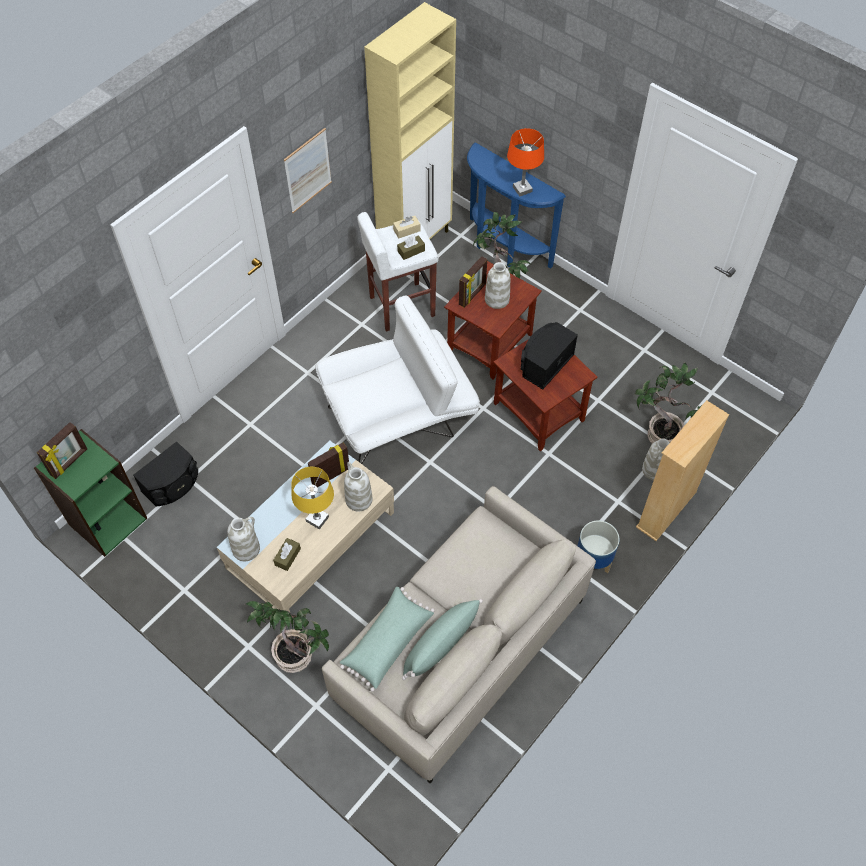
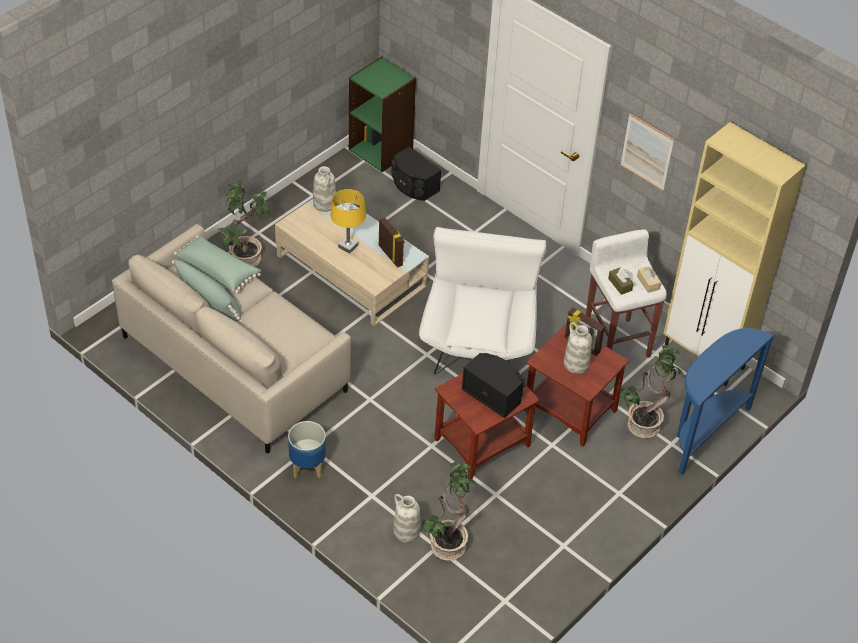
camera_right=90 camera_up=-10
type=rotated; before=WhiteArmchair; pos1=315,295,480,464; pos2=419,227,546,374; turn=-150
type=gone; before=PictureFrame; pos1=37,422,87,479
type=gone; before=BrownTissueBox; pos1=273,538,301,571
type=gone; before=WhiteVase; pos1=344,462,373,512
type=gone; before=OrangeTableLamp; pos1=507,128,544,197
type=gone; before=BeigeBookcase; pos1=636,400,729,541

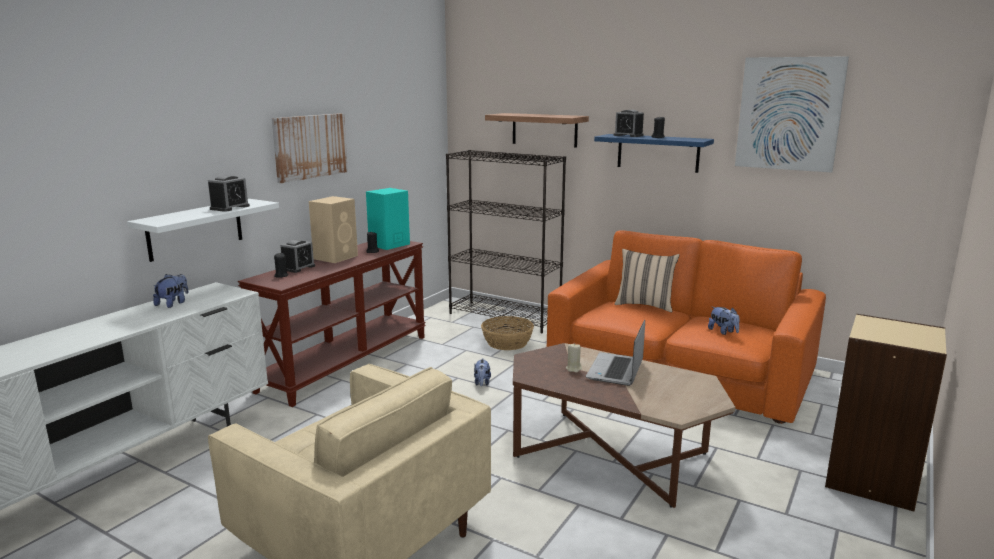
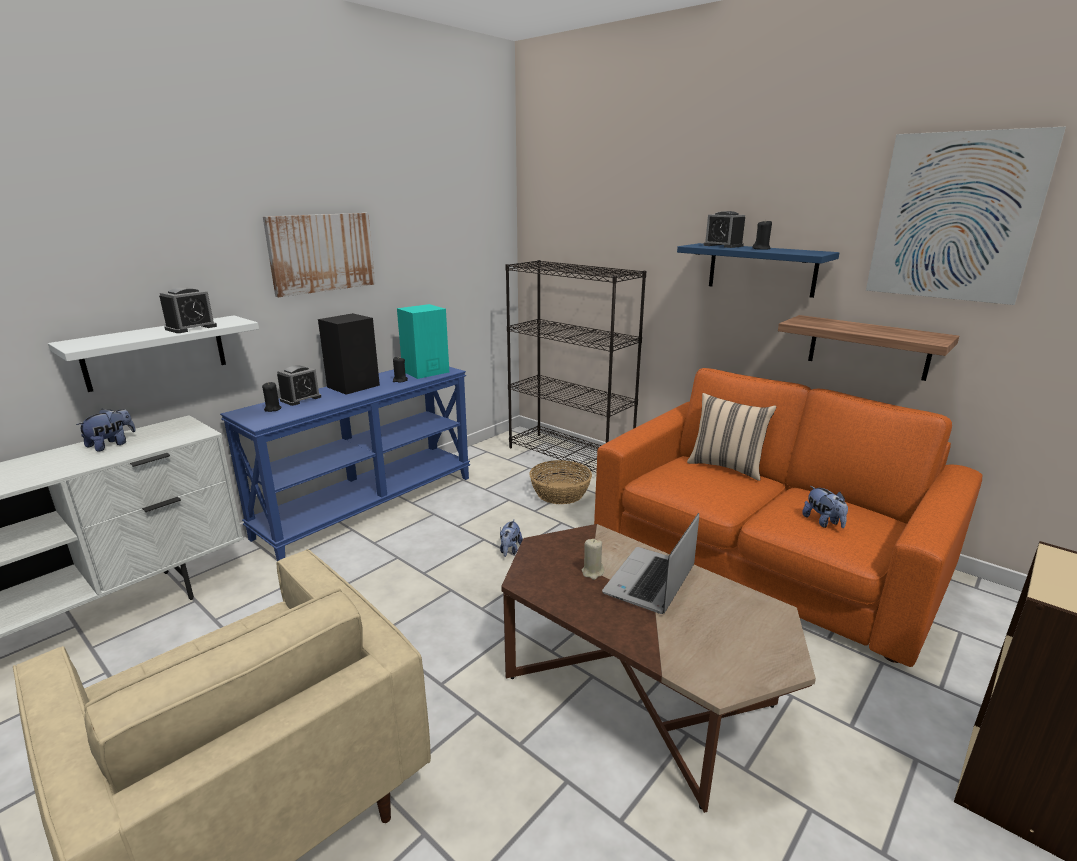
camera_right=10 camera_up=5
type=repainted; before=BrownConsoleTable; after=BlueConsoleTable; pos1=238,241,426,407; pos2=220,367,470,561
type=repainted; before=BeigeSpeaker; after=BlackSpeaker; pos1=309,196,358,263; pos2=318,313,380,395
type=shifted; before=Shelf; pos1=485,113,589,148; pos2=778,315,959,381

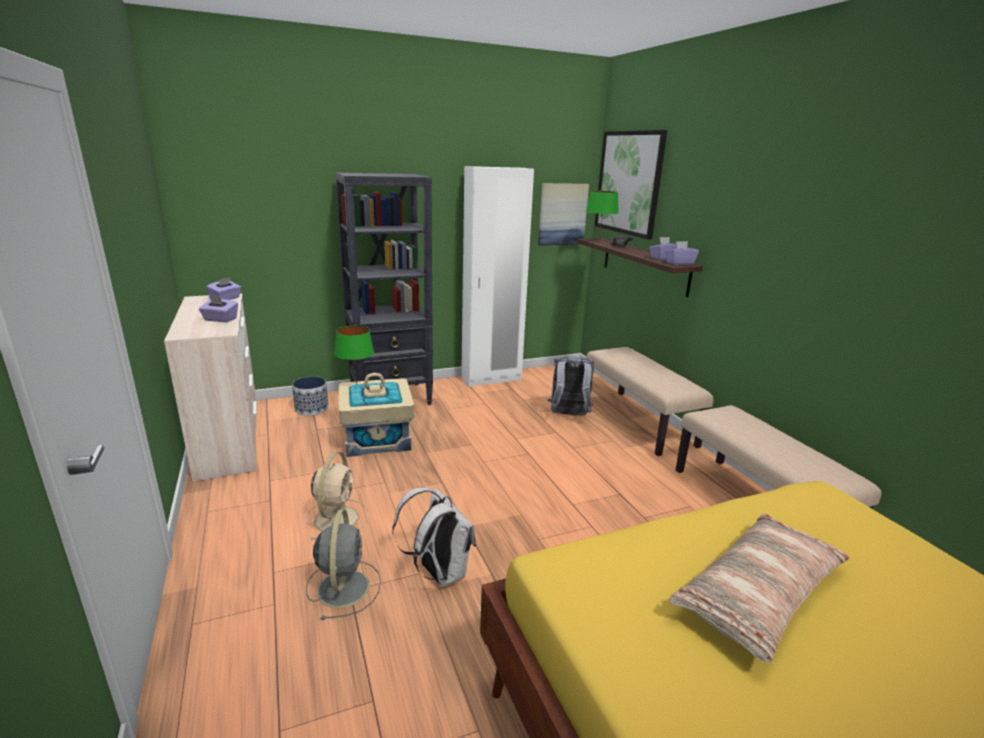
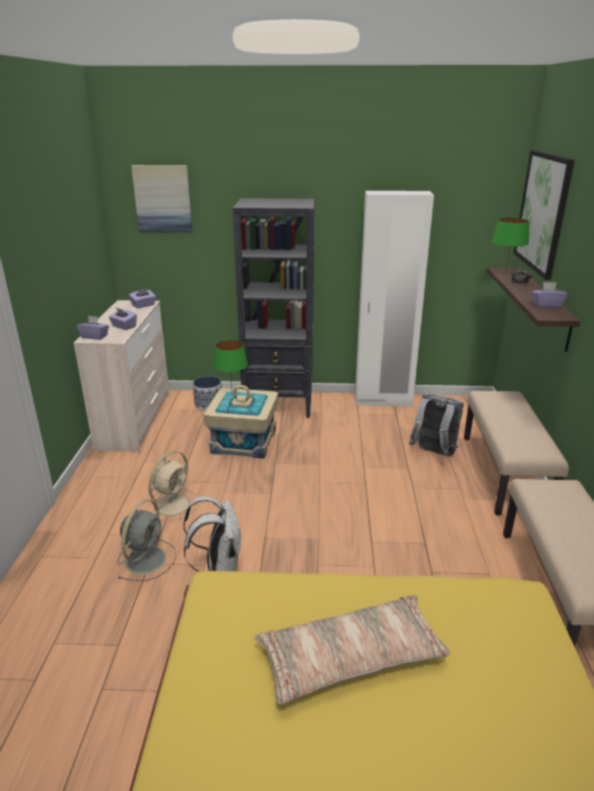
camera_right=25 camera_up=5
type=shifted; before=PurpleTissueBox; pos1=665,241,699,265; pos2=77,316,109,340
type=shifted; before=Picture; pos1=538,183,589,245; pos2=131,165,193,233

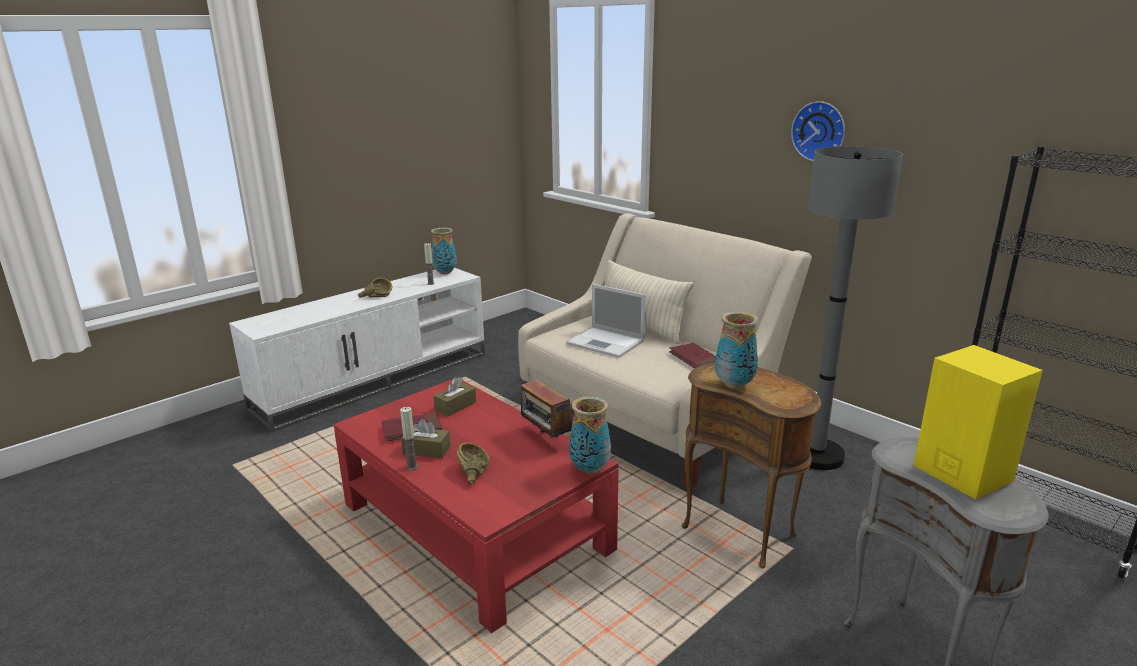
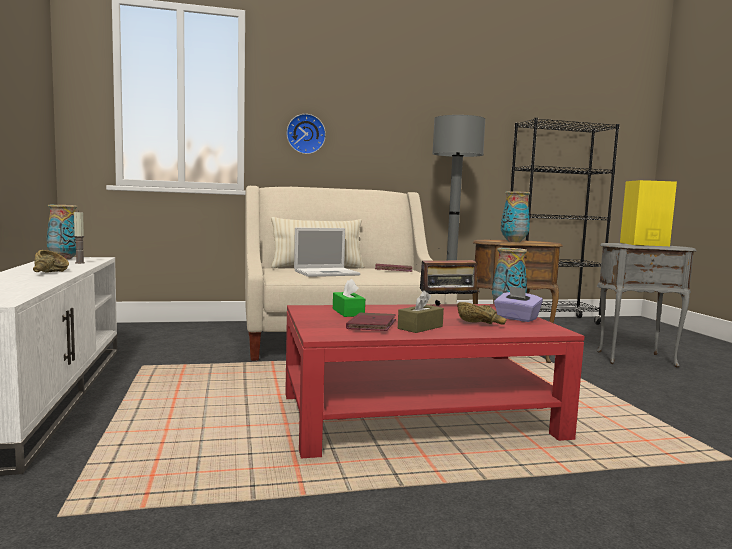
camera_right=-60 camera_up=-15
type=shifted; before=WallClock; pos1=791,101,845,161; pos2=286,114,326,154
type=repainted; before=BrownTissueBox; after=GreenTissueBox; pos1=433,377,476,416; pos2=333,279,365,317
type=new; after=PurpleTissueBox; pos2=494,286,543,322
type=gone; before=Candle; pos1=400,407,418,470

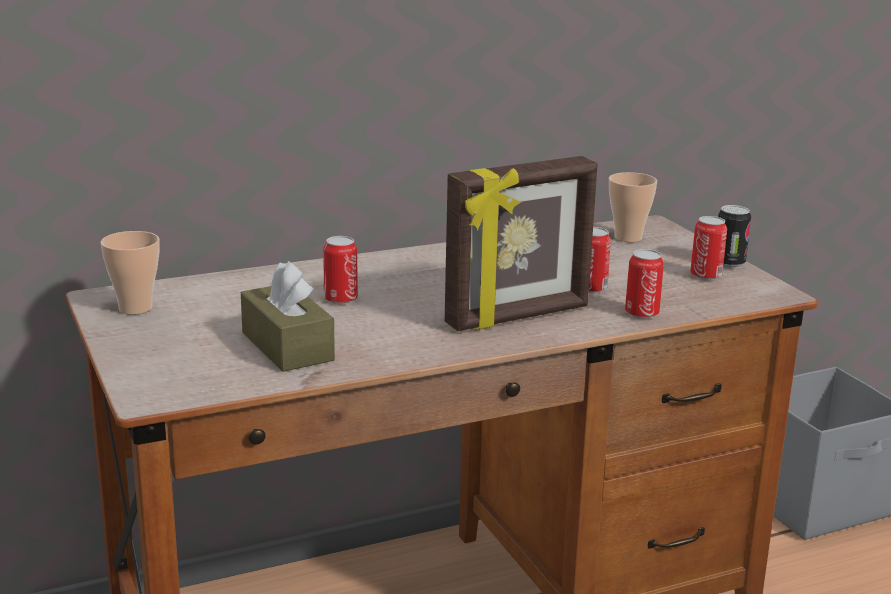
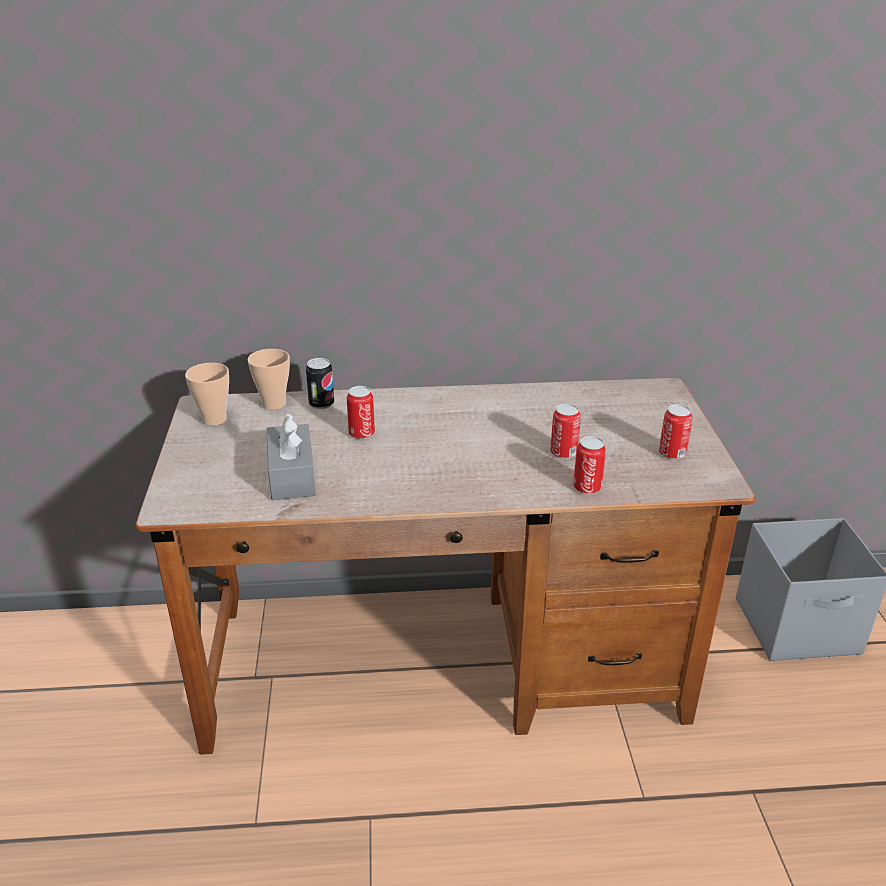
camera_right=20 camera_up=10
type=shifted; before=Cup; pos1=609,172,657,242; pos2=248,349,290,410
type=repainted; before=BrownTissueBox; after=GreyTissueBox; pos1=241,261,335,372; pos2=266,414,316,500
type=shifted; before=Can; pos1=718,205,751,268; pos2=306,358,334,409
type=gone; before=PictureFrame; pos1=445,156,598,331

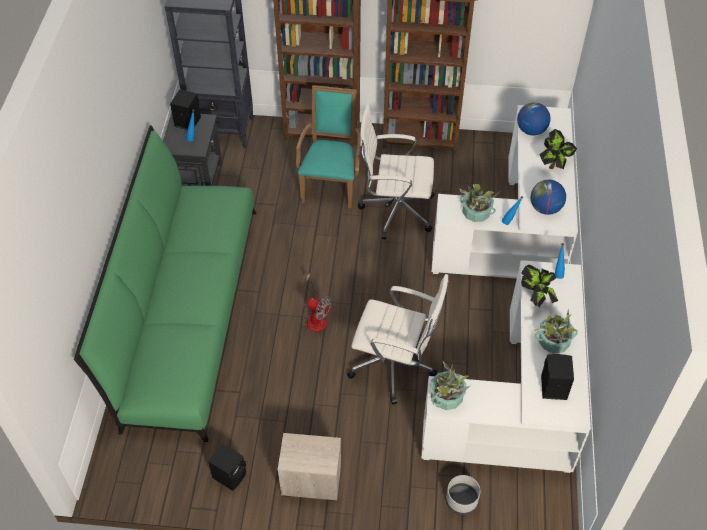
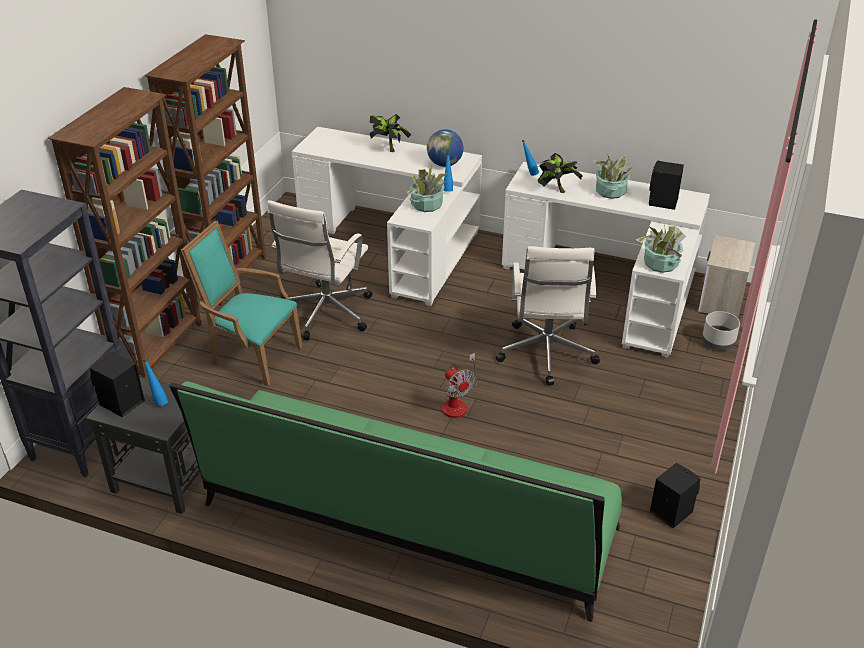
camera_right=-75 camera_up=-15
type=rotated; before=Fan; pos1=303,273,331,332; pos2=442,353,477,418; turn=105
type=rotated; before=WhiteOfficeChair; pos1=347,274,448,405; pos2=496,246,600,386; turn=150
type=shifted; before=Nightstand; pos1=278,433,341,501; pos2=698,235,755,318
type=gone; before=Globe; pos1=517,102,551,135

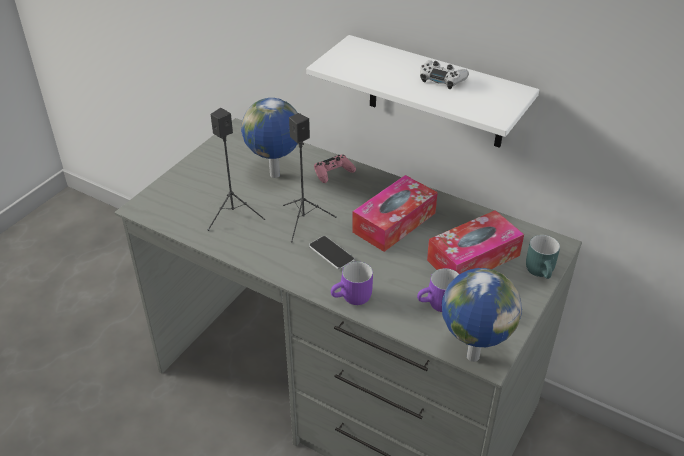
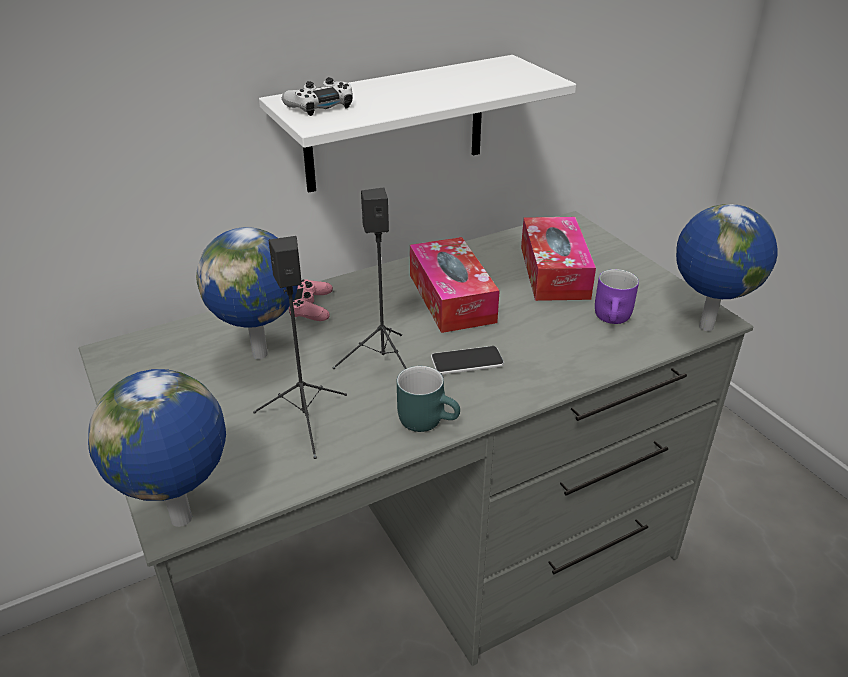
camera_right=-60 camera_up=-5
type=new; after=Globe; pos2=88,369,226,527
type=shifted; before=WhiteGameController; pos1=420,60,469,89; pos2=282,77,353,116
type=shifted; before=TurquoiseMug; pos1=526,235,560,279; pos2=397,366,460,432
type=gone; before=PurpleMug; pos1=331,261,373,305

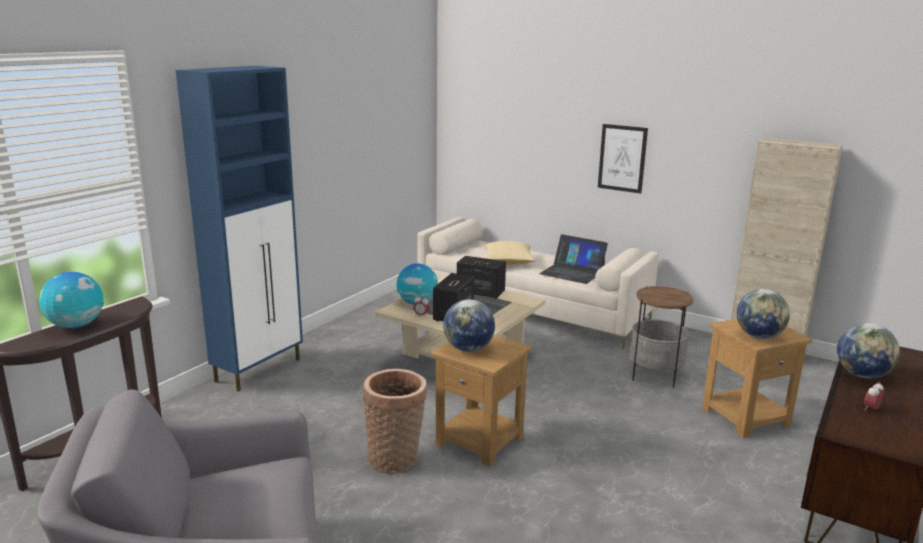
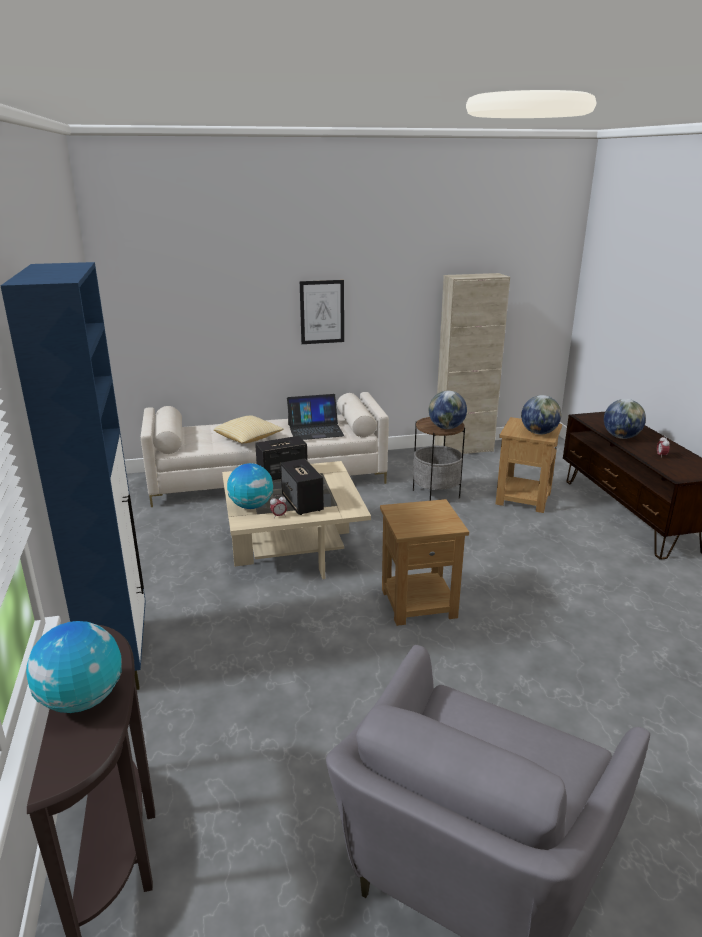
camera_right=-45 camera_up=5
type=shifted; before=Globe; pos1=443,299,495,352; pos2=429,391,467,429
type=gone; before=Basket; pos1=363,369,428,473

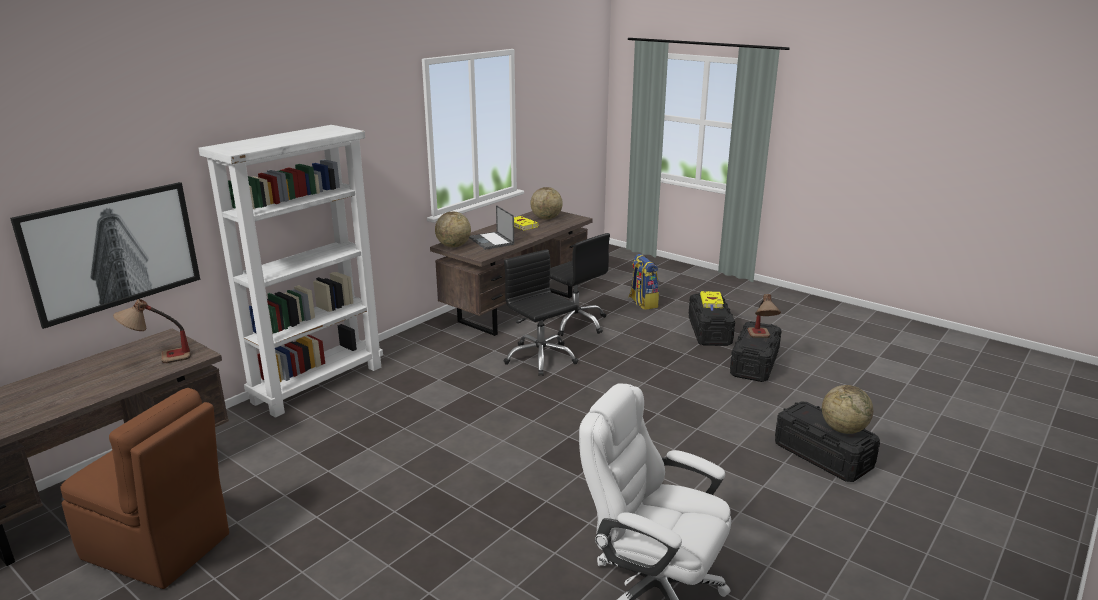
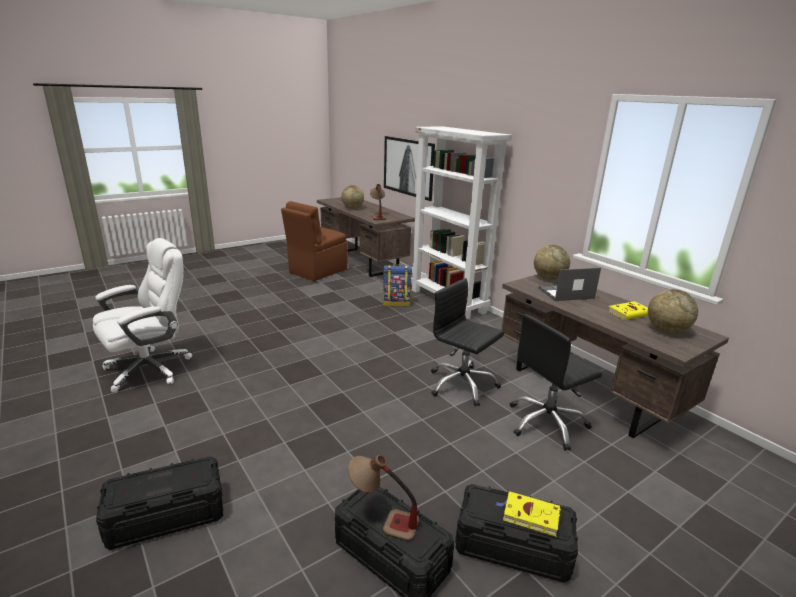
camera_right=105 camera_up=0
type=shifted; before=Globe; pos1=822,385,873,434; pos2=341,185,364,209
type=shifted; before=Backpack; pos1=629,254,659,310; pos2=383,264,412,307
type=rotated; before=BlackOfficeChair; pos1=504,249,579,376; pos2=431,278,504,406; turn=-120

